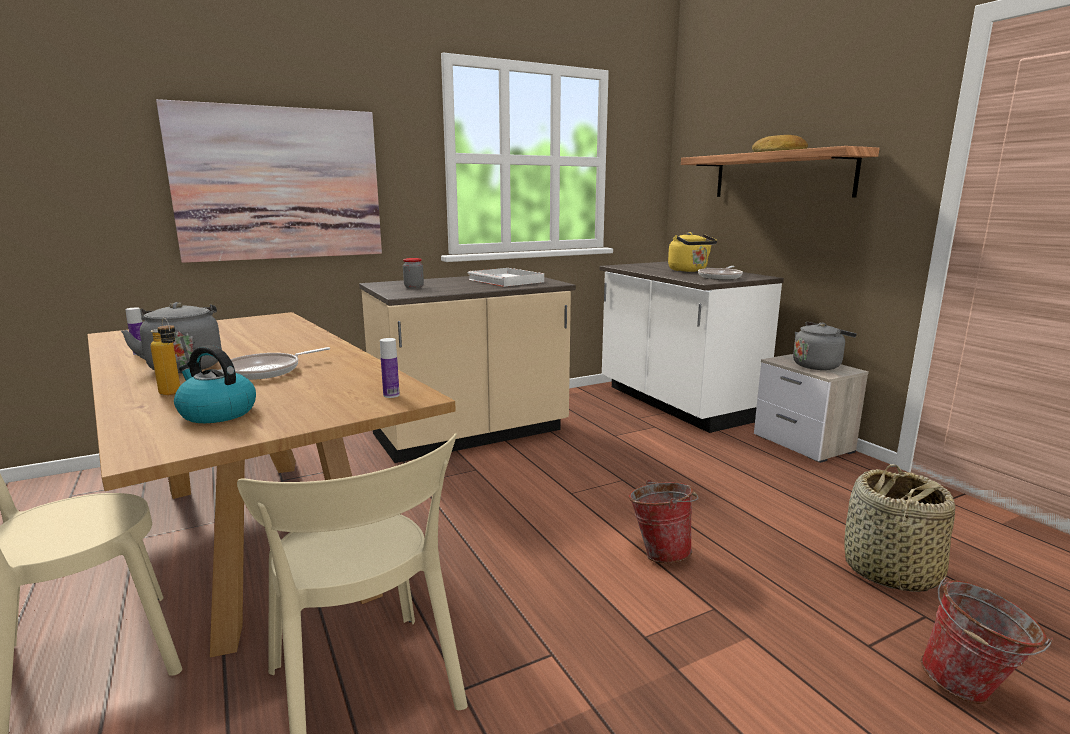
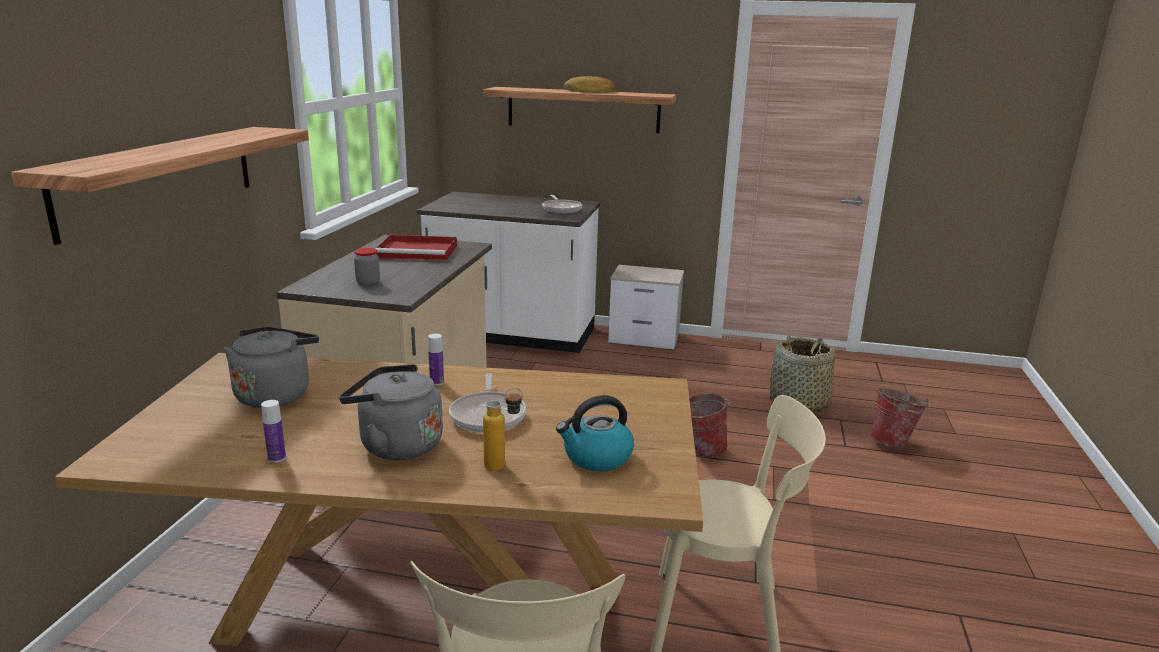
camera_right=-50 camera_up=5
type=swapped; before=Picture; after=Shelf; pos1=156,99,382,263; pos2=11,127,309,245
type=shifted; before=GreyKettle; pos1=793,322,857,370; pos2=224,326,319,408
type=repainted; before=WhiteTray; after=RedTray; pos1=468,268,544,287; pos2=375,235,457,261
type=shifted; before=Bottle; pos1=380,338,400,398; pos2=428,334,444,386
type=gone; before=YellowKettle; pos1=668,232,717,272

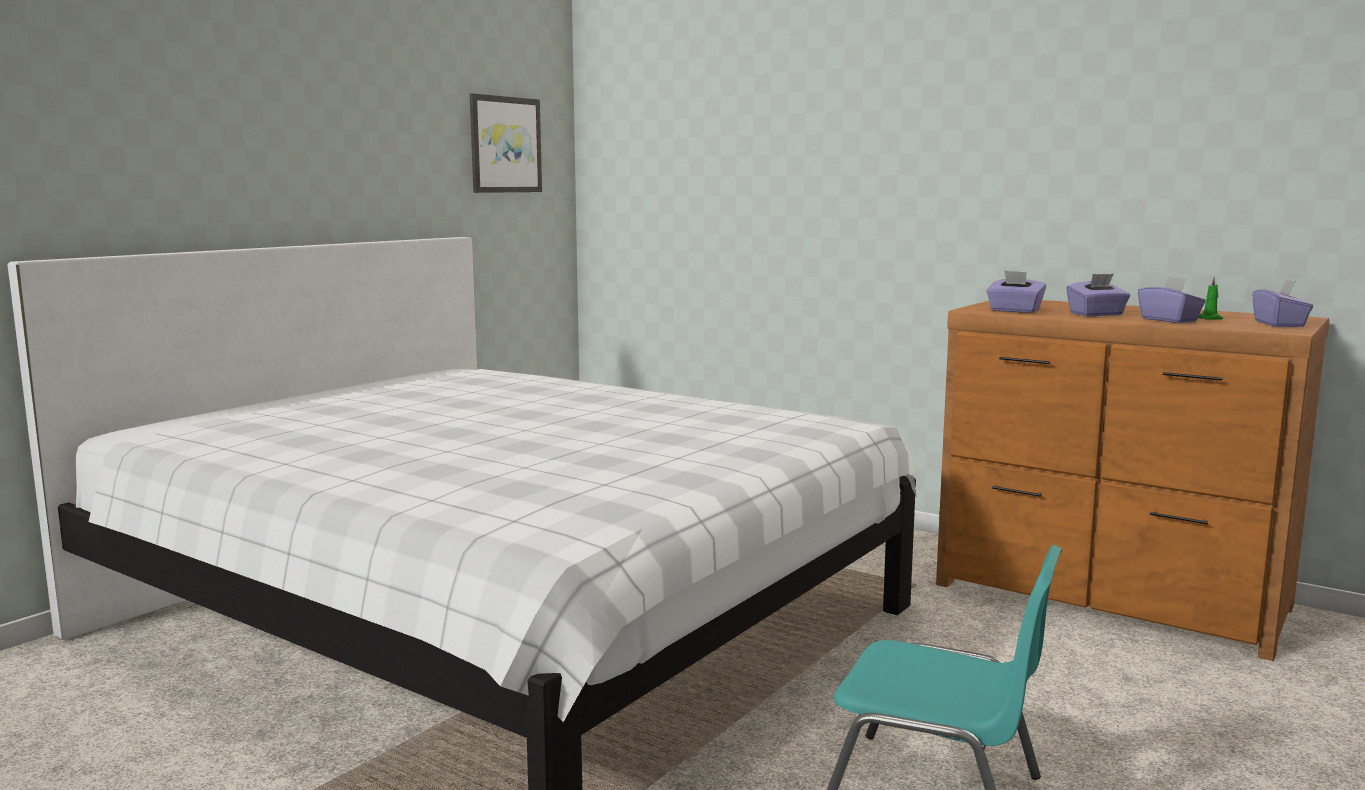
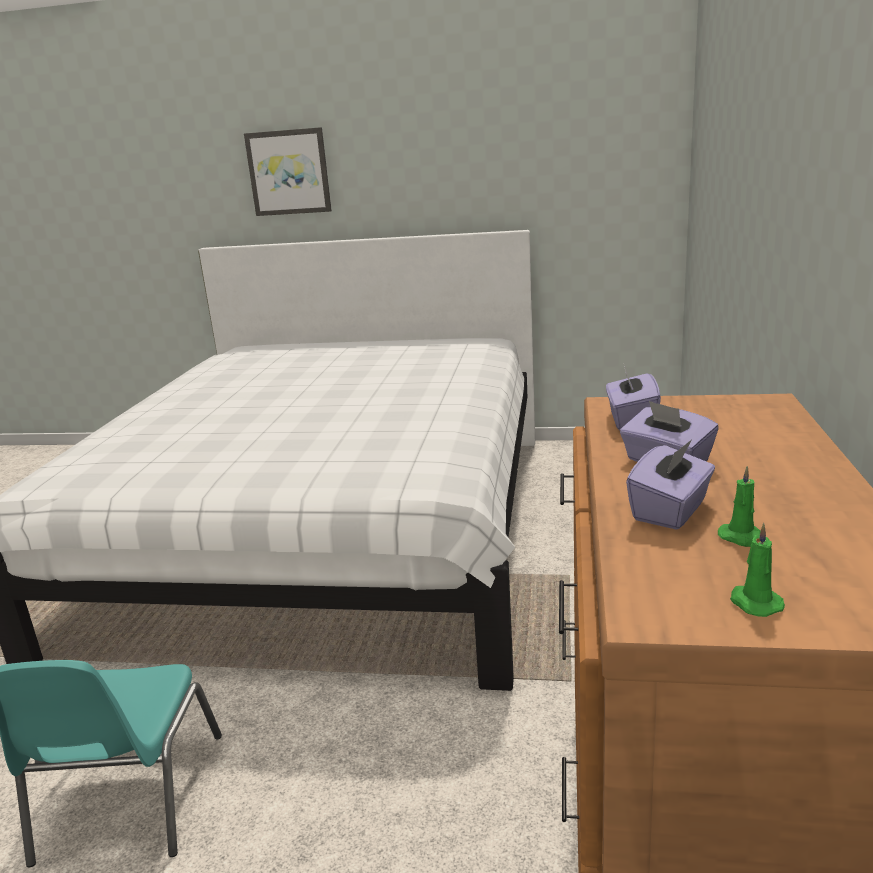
camera_right=65 camera_up=10
type=shifted; before=Picture; pos1=470,93,542,193; pos2=244,127,332,216
type=swapped; before=PurpleTissueBox; after=GreenCandle; pos1=1253,279,1313,327; pos2=730,523,785,617

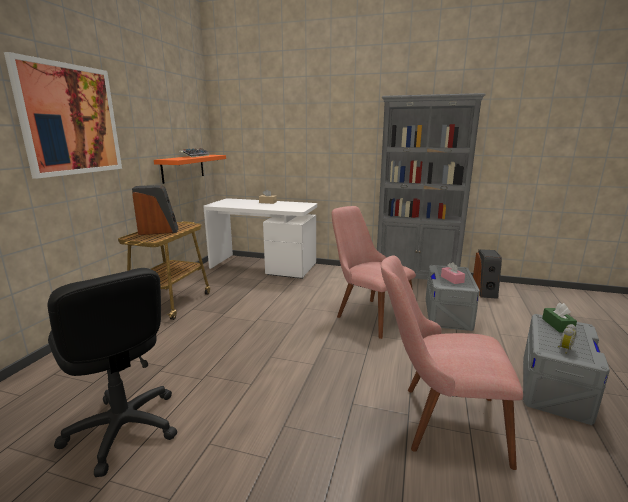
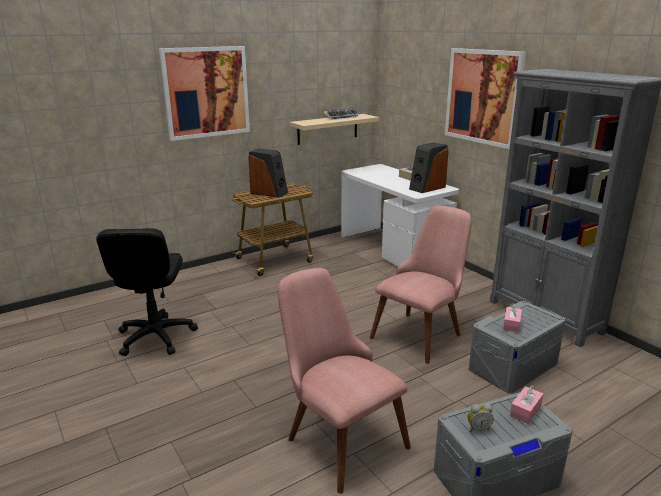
camera_right=40 camera_up=5
type=repainted; before=OrangeShelf; after=BeigeShelf; pos1=154,155,226,184; pos2=289,114,379,145
type=rotated; before=PinkChair; pos1=331,206,416,339; pos2=370,205,472,364; turn=45
type=shifted; before=Speaker; pos1=473,249,502,299; pos2=409,142,449,193
type=new; after=Picture; pos2=445,48,526,149
type=repainted; before=GreenTissueBox; after=PinkTissueBox; pos1=542,303,577,332; pos2=510,385,543,424

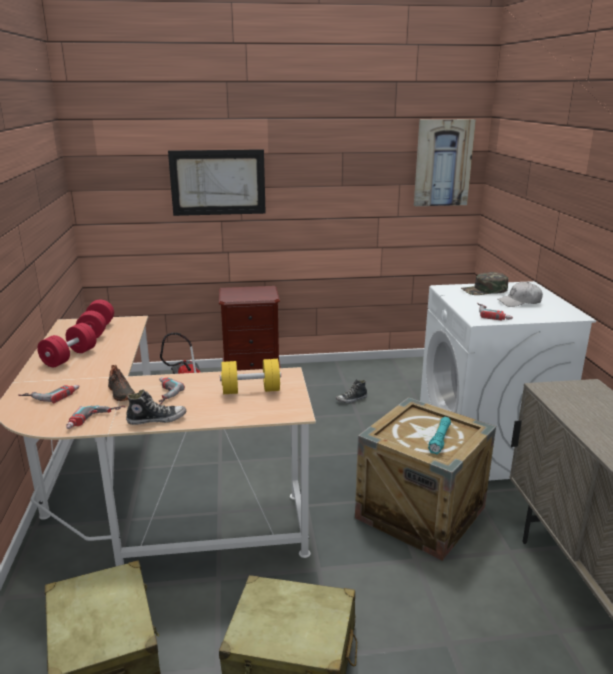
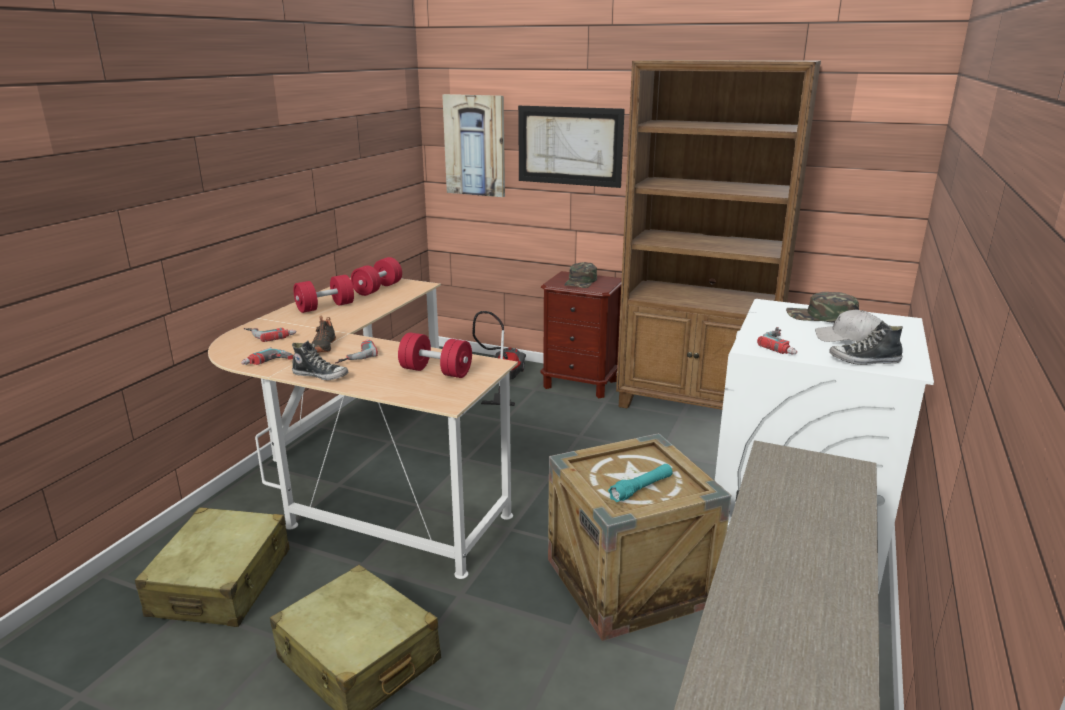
camera_right=30 camera_up=0
type=repainted; before=YellowDumbbell; after=RedDumbbell; pos1=220,359,281,394; pos2=398,332,472,378
type=shifted; before=Picture; pos1=414,119,476,206; pos2=442,94,505,197
type=new; after=GreenCap; pos2=564,262,597,288
type=new; after=BrownBookcase; pos2=616,60,821,410
type=shifted; before=Shoe; pos1=336,379,367,403; pos2=829,320,903,365

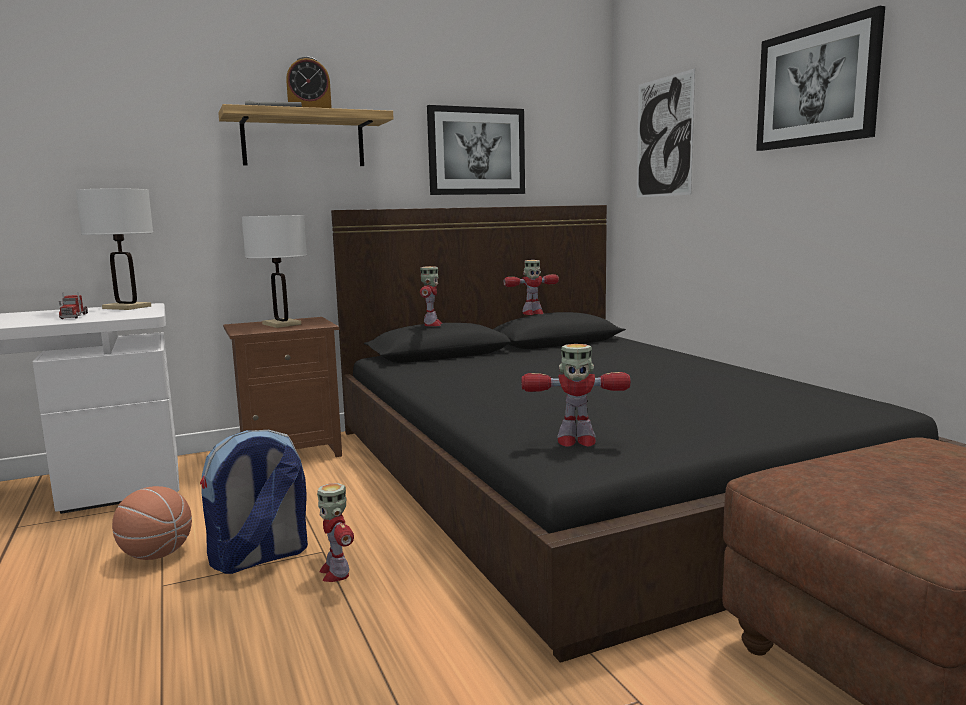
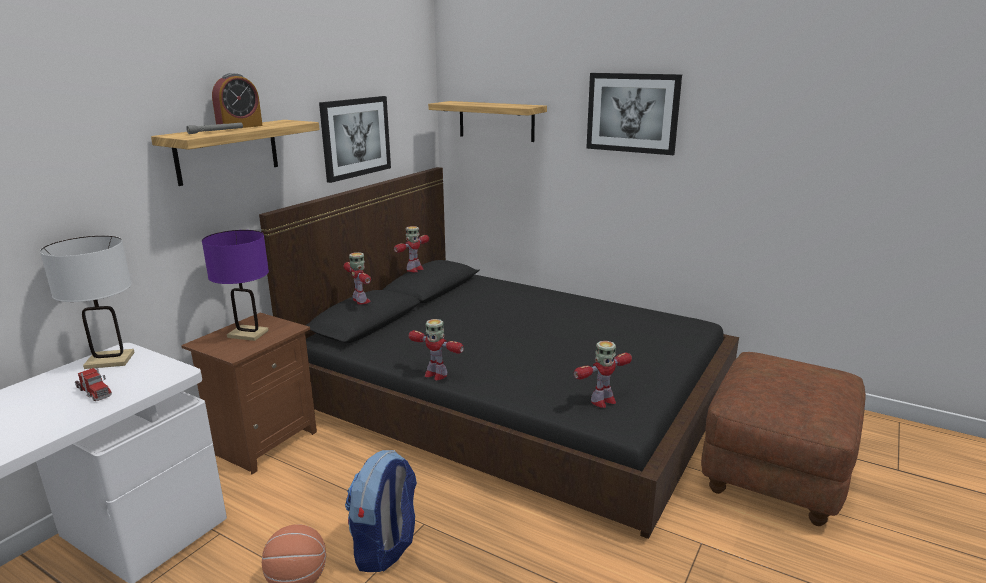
camera_right=-35 camera_up=10
type=repainted; before=WhiteTableLamp; after=PurpleTableLamp; pos1=242,215,307,328; pos2=202,230,269,341
type=shifted; before=ToyRobot; pos1=317,483,354,582; pos2=409,319,464,380
type=swapped; before=Picture; after=Shelf; pos1=637,69,695,198; pos2=428,101,547,142

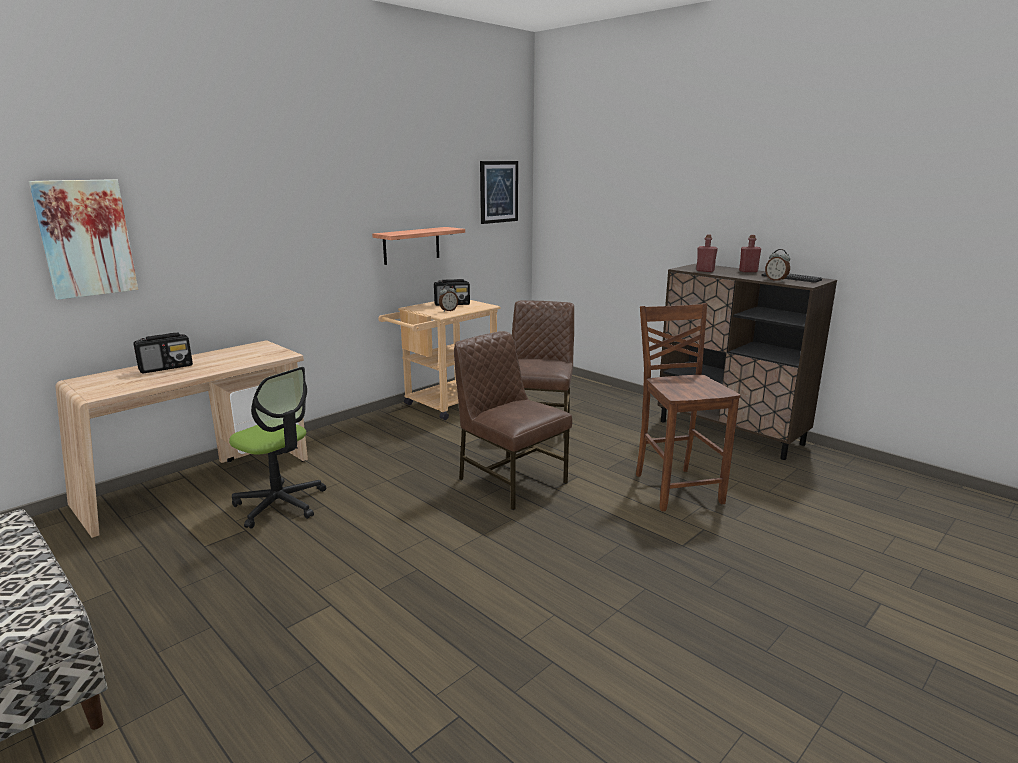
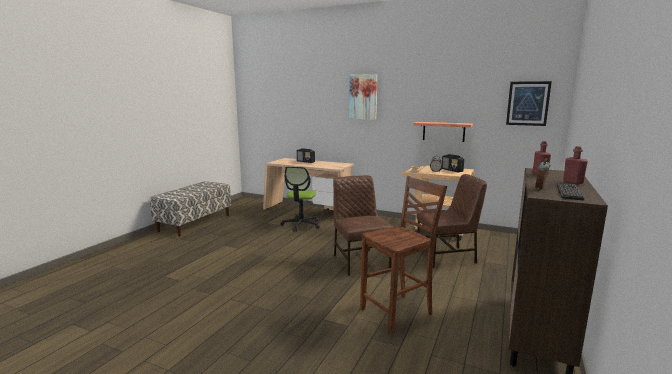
camera_right=70 camera_up=-5
type=rotated; before=BrownChair; pos1=454,331,572,510; pos2=333,175,393,276; turn=-45
type=shifted; before=Picture; pos1=29,179,138,300; pos2=349,74,377,120

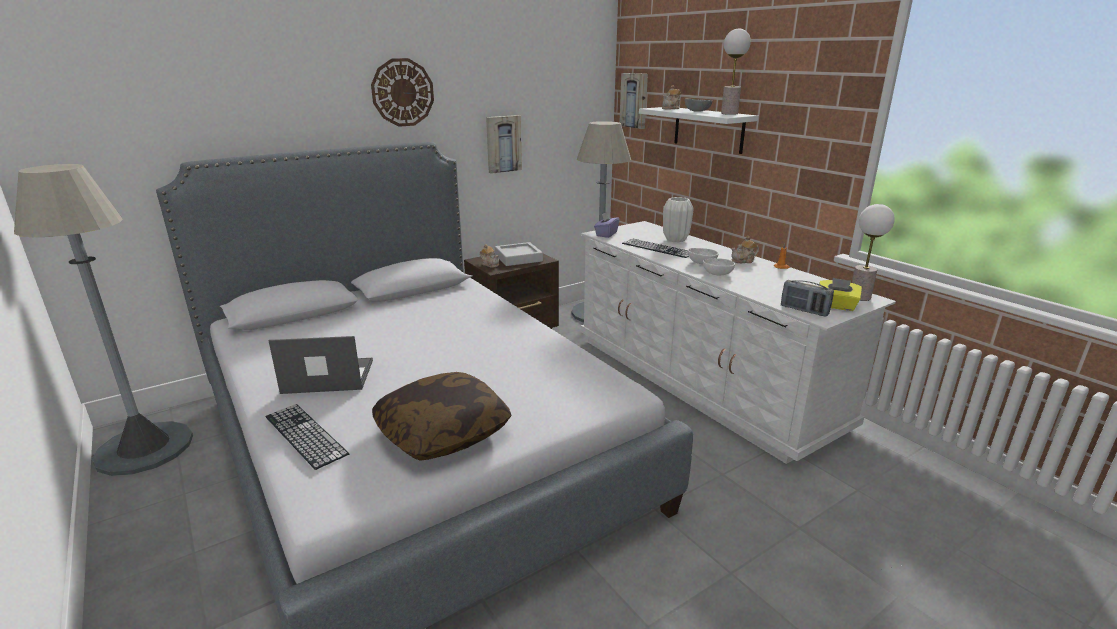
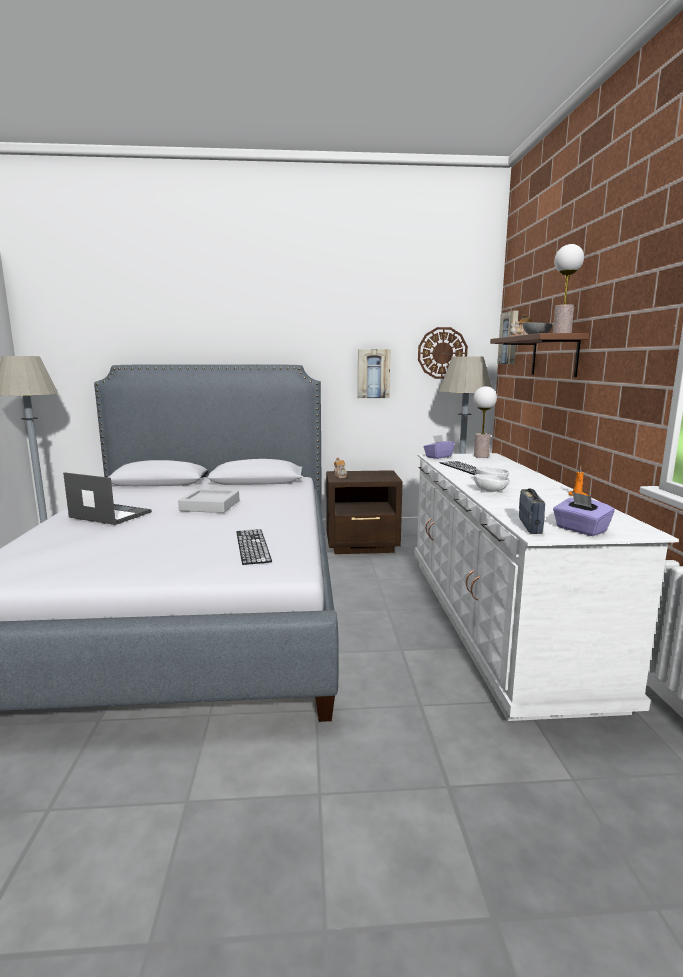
camera_right=30 camera_up=-10
type=shifted; before=GreyTray; pos1=495,242,543,266; pos2=178,489,239,513
type=shifted; before=Keyboard; pos1=265,404,349,470; pos2=236,529,272,565
type=shifted; before=WallClock; pos1=371,58,434,127; pos2=418,327,468,379
type=shifted; before=TableLamp; pos1=852,204,895,301; pos2=473,386,497,458
type=repainted; before=WhiteShelf; after=BrownShelf; pos1=639,107,758,154; pos2=490,333,589,377
type=rotated; before=Radio; pos1=781,280,834,316; pos2=519,489,545,534; turn=-150
type=repainted; before=YellowTissueBox; after=PurpleTissueBox; pos1=819,278,862,311; pos2=553,492,615,536
type=gone; before=Pillow; pos1=372,372,512,461
type=gone; before=WhiteVase; pos1=663,197,694,242
type=gone; before=Teapot; pos1=731,236,759,263

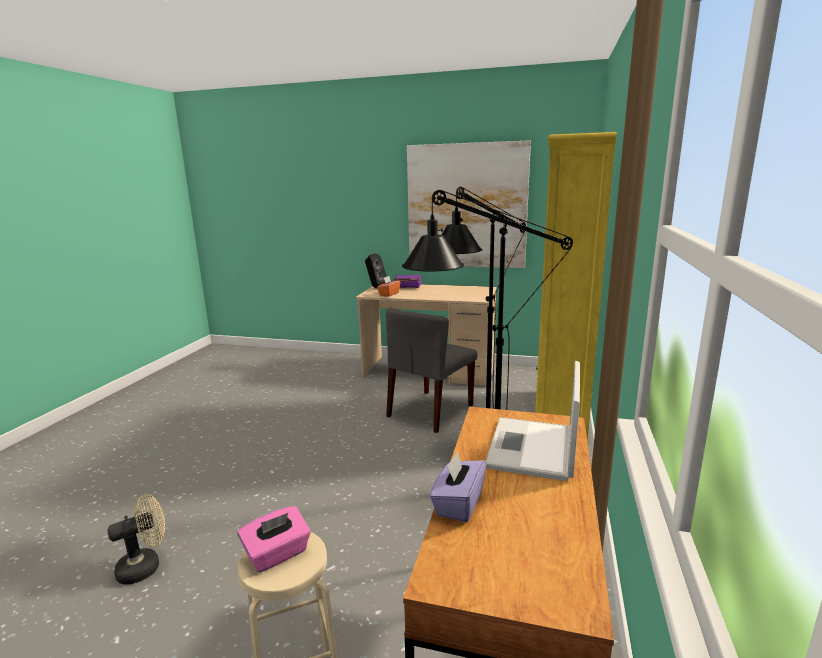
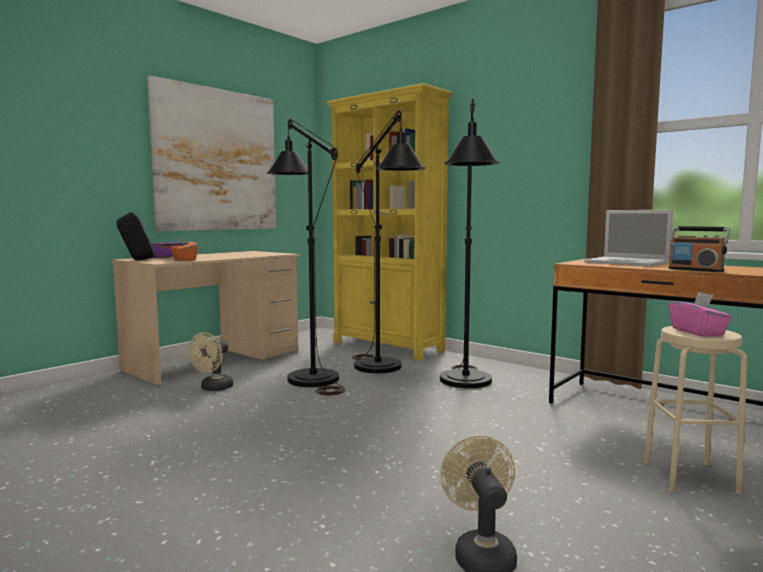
camera_right=-65 camera_up=-10
type=new; after=BeigeFan; pos2=188,332,233,391
type=swapped; before=GreyChair; after=BlackFloorLamp; pos1=386,307,477,433; pos2=267,119,345,395
type=swapped; before=PurpleTissueBox; after=Radio; pos1=430,451,486,522; pos2=668,226,730,272

